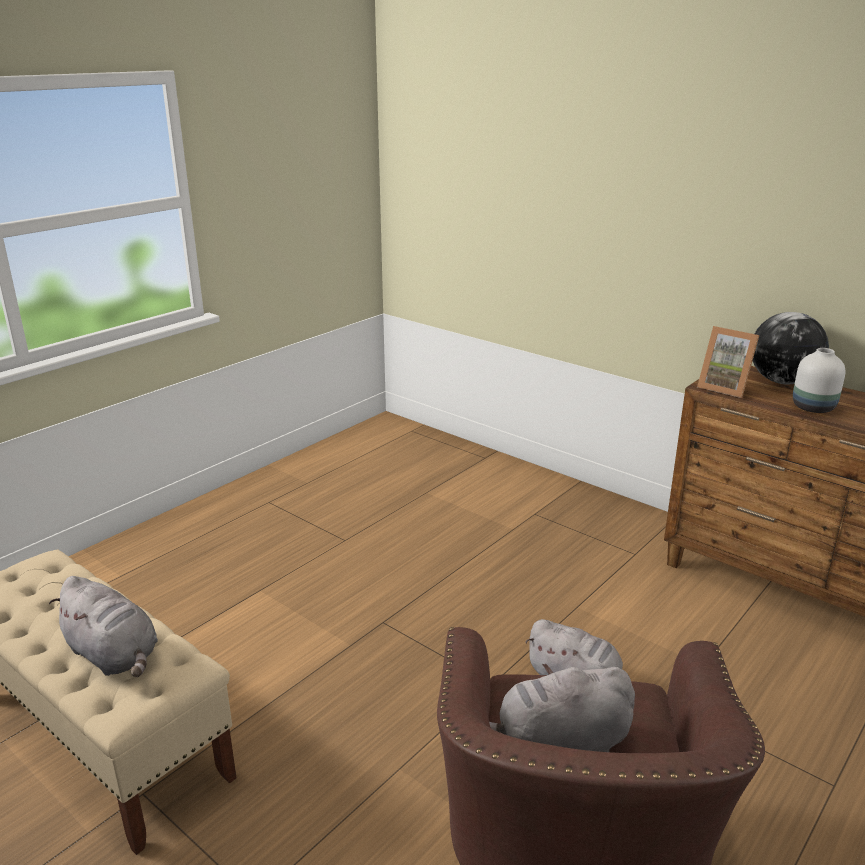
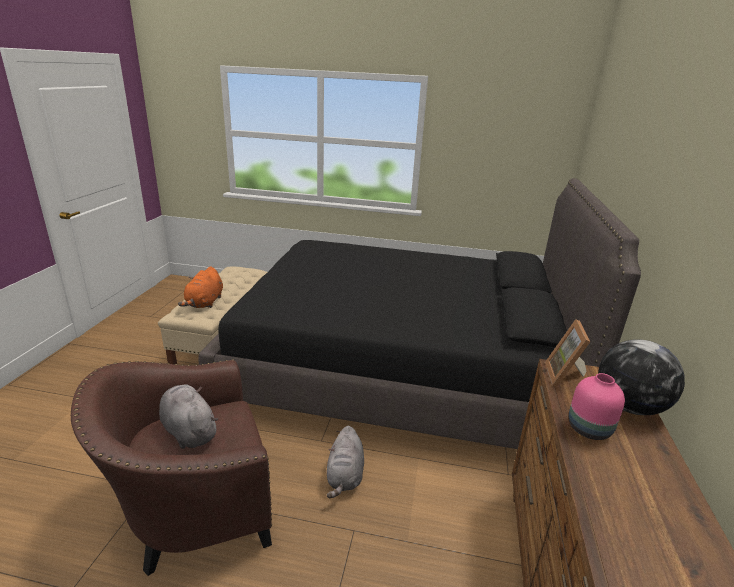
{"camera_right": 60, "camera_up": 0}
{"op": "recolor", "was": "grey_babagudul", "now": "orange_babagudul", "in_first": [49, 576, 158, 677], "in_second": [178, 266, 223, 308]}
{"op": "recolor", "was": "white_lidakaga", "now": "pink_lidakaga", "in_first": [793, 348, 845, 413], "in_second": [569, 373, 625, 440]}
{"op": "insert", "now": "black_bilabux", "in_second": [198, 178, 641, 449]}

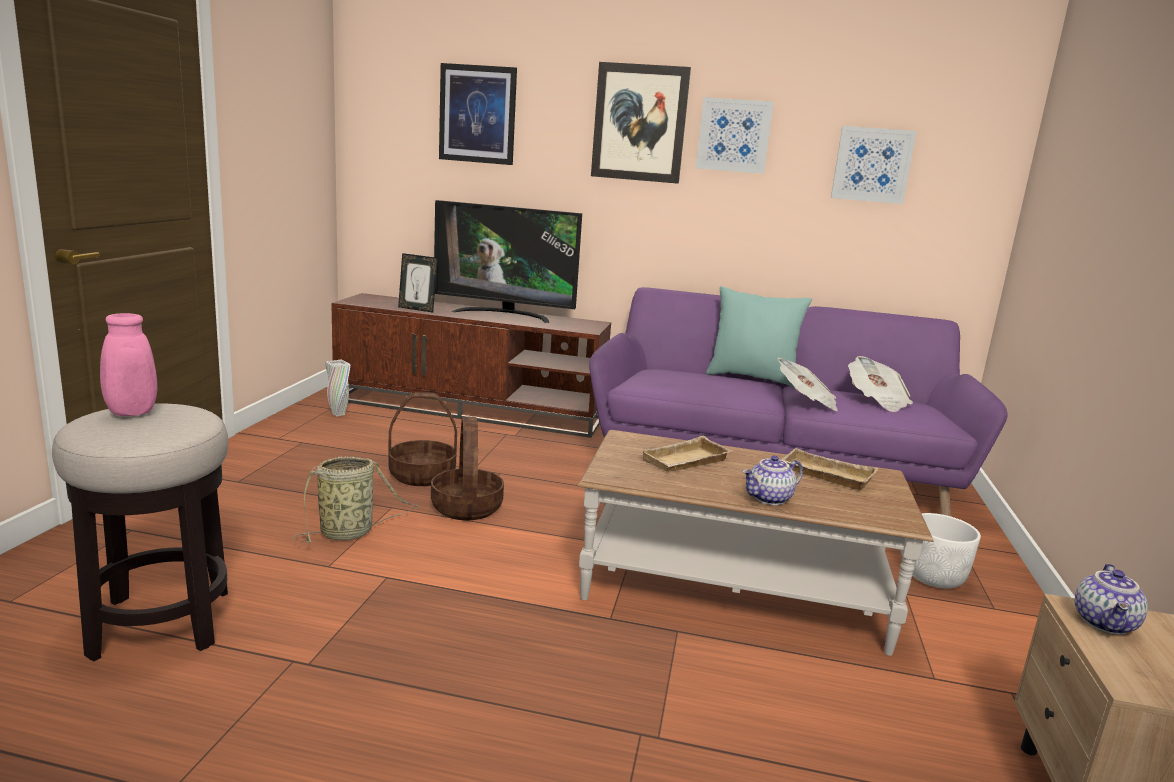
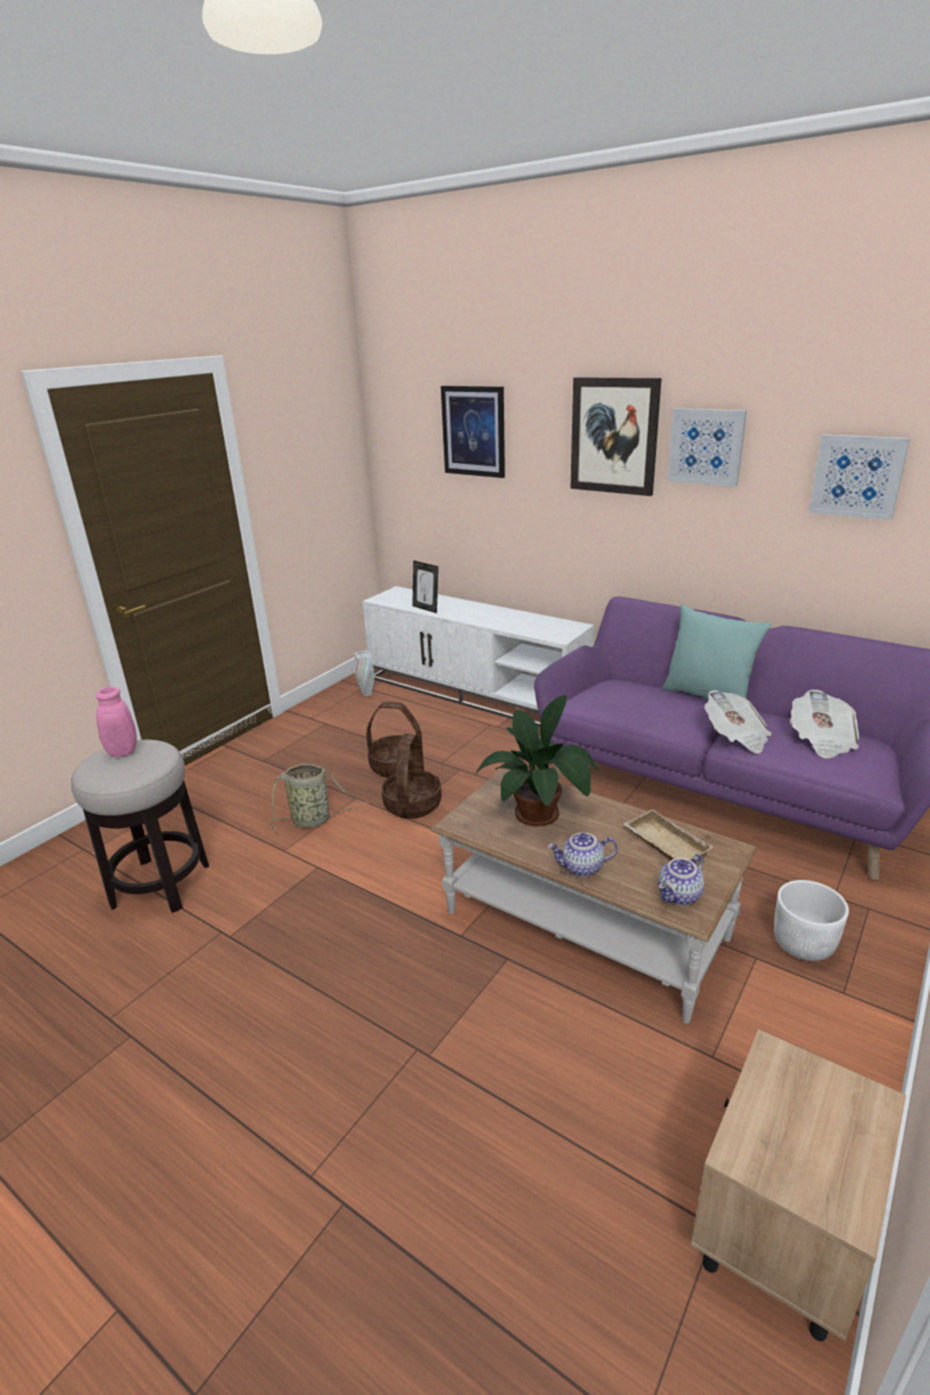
{"camera_right": 25, "camera_up": 10}
{"op": "recolor", "was": "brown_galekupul", "now": "white_galekupul", "in_first": [331, 293, 611, 438], "in_second": [362, 586, 594, 727]}
{"op": "delete", "was": "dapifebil", "in_first": [434, 200, 582, 323]}
{"op": "replace", "was": "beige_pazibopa", "now": "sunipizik", "in_first": [641, 436, 732, 472], "in_second": [476, 695, 599, 827]}
{"op": "move", "was": "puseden", "in_first": [1075, 564, 1148, 635], "in_second": [658, 854, 704, 905]}

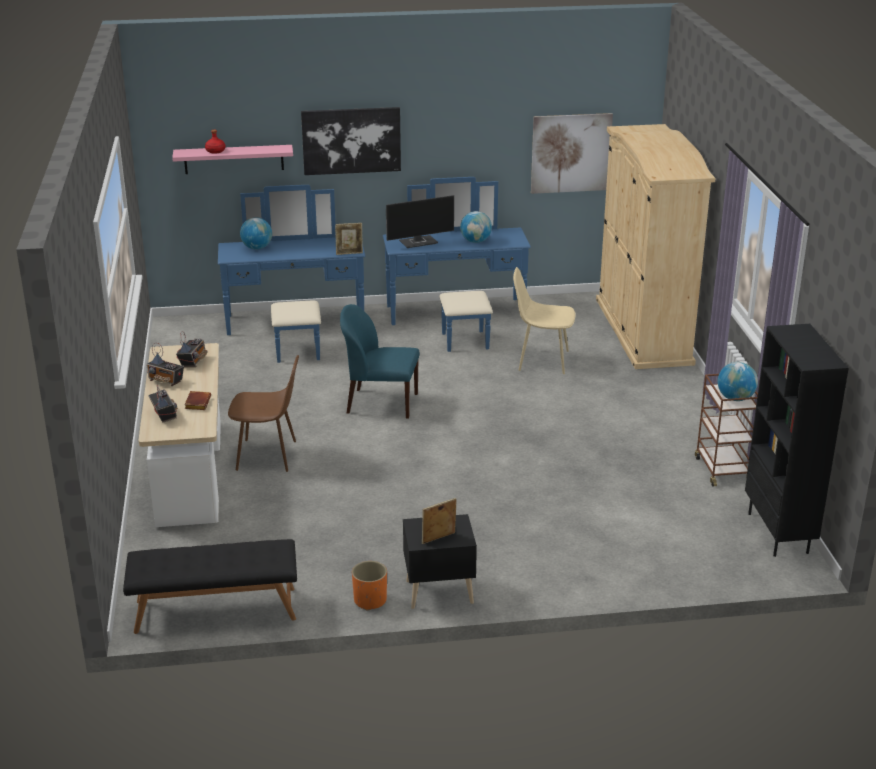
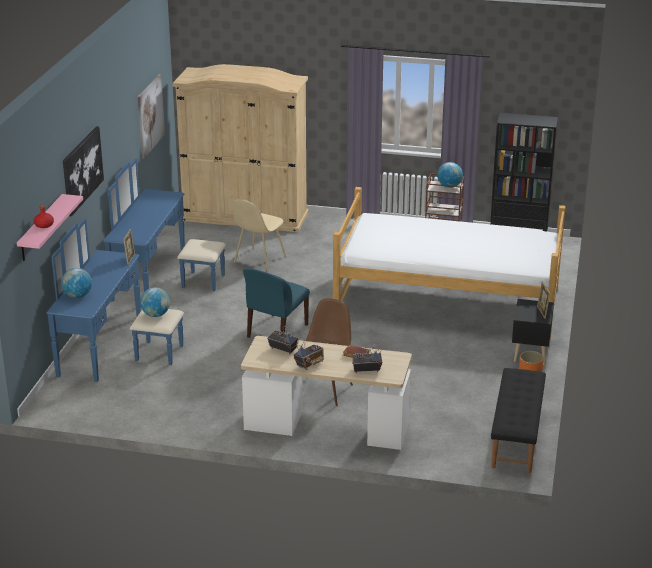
{"camera_right": -70, "camera_up": 0}
{"op": "delete", "was": "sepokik", "in_first": [386, 195, 454, 248]}
{"op": "move", "was": "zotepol", "in_first": [460, 211, 492, 243], "in_second": [140, 287, 170, 317]}
{"op": "insert", "now": "bilabux", "in_second": [333, 187, 566, 343]}

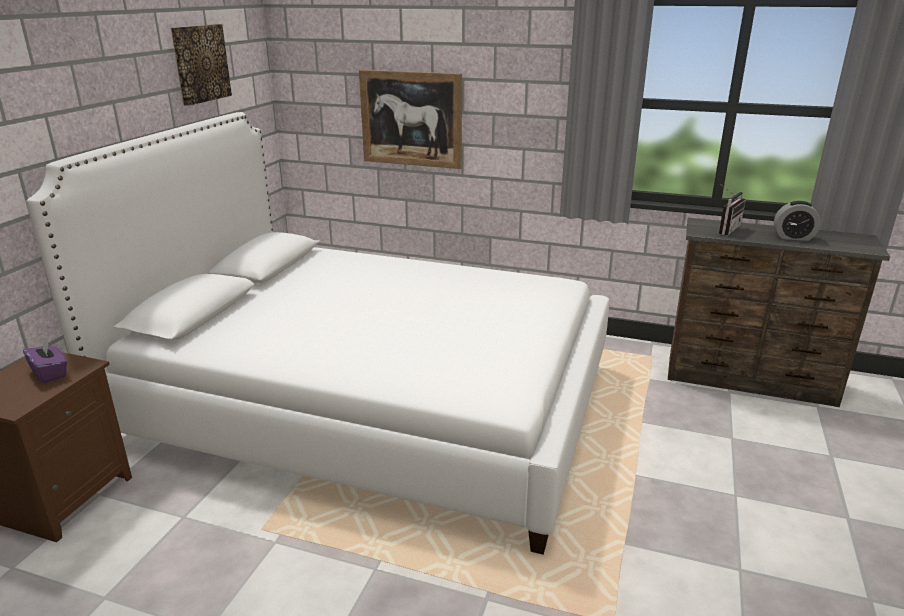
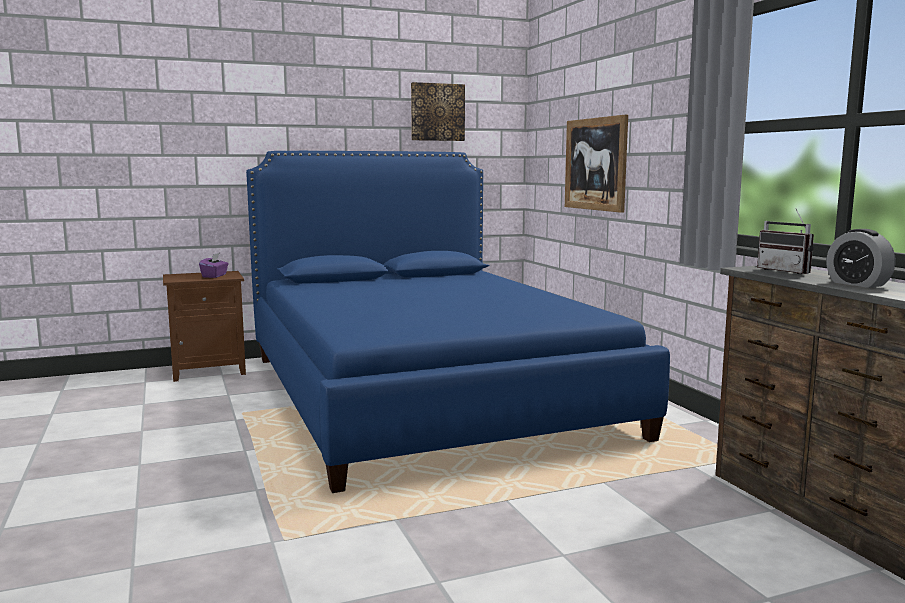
{"camera_right": 50, "camera_up": -15}
{"op": "recolor", "was": "white_bilabux", "now": "blue_bilabux", "in_first": [26, 112, 609, 555], "in_second": [246, 151, 670, 493]}
{"op": "rotate", "was": "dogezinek", "in_first": [719, 184, 746, 235], "in_second": [757, 208, 814, 274], "clockwise": 60}

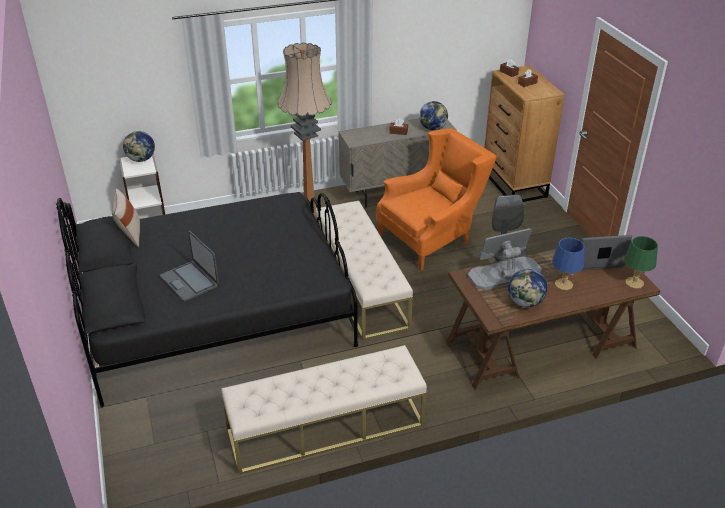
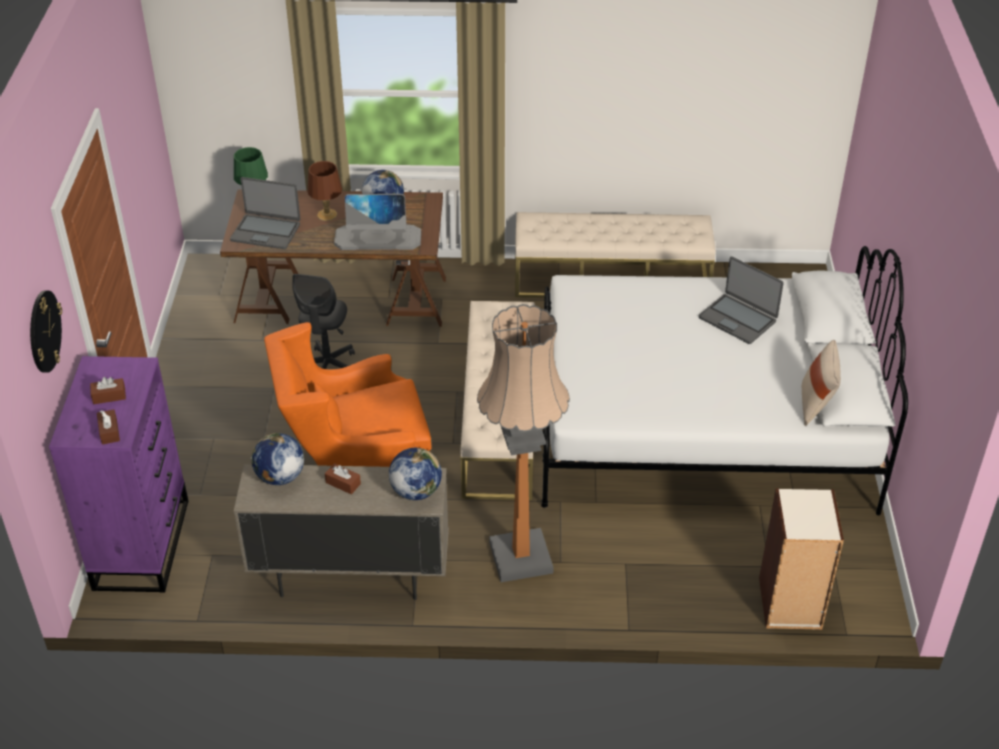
{"camera_right": -160, "camera_up": 5}
{"op": "recolor", "was": "black_bilabux", "now": "white_bilabux", "in_first": [56, 192, 358, 407], "in_second": [541, 246, 908, 516]}
{"op": "move", "was": "zotepol", "in_first": [123, 131, 155, 162], "in_second": [389, 448, 442, 500]}
{"op": "rotate", "was": "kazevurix", "in_first": [160, 230, 219, 302], "in_second": [699, 256, 784, 344], "clockwise": 150}
{"op": "recolor", "was": "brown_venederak", "now": "purple_venederak", "in_first": [484, 65, 565, 202], "in_second": [49, 356, 188, 592]}
{"op": "recolor", "was": "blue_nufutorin", "now": "brown_nufutorin", "in_first": [552, 238, 585, 290], "in_second": [307, 161, 342, 221]}
{"op": "insert", "now": "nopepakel", "in_second": [30, 290, 62, 373]}

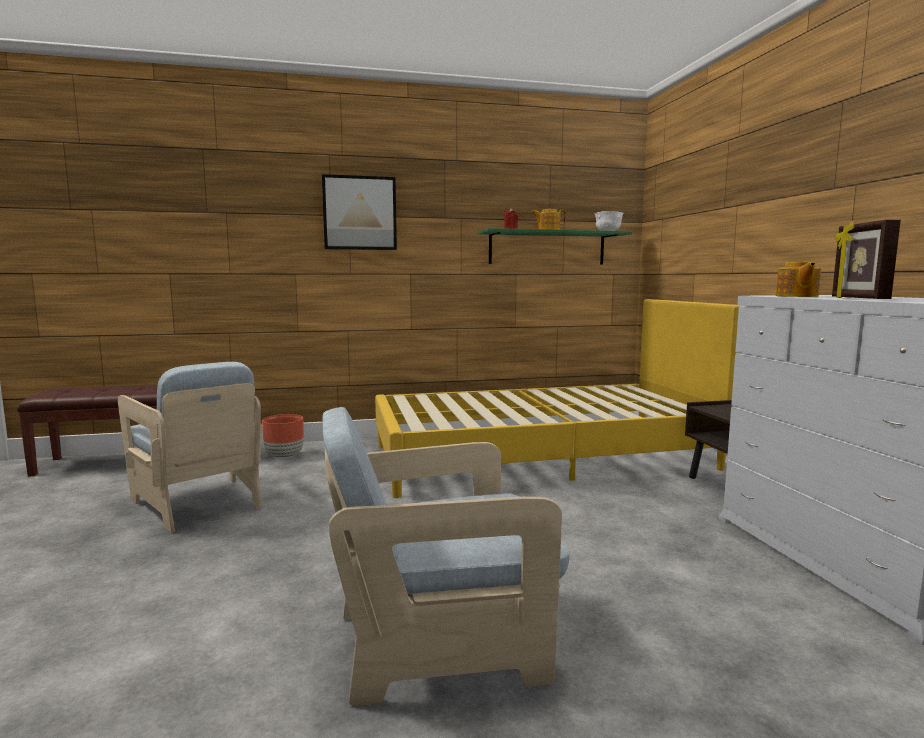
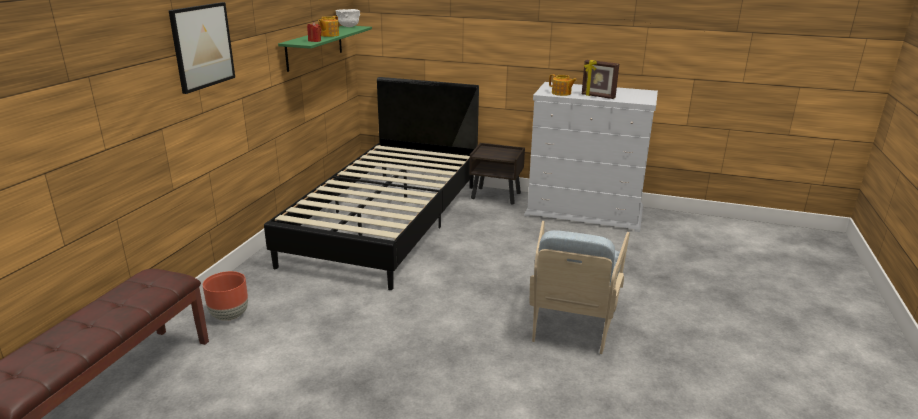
{"camera_right": -60, "camera_up": 15}
{"op": "delete", "was": "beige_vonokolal", "in_first": [118, 362, 262, 533]}
{"op": "recolor", "was": "yellow_bilabux", "now": "black_bilabux", "in_first": [375, 299, 742, 498], "in_second": [264, 77, 479, 290]}

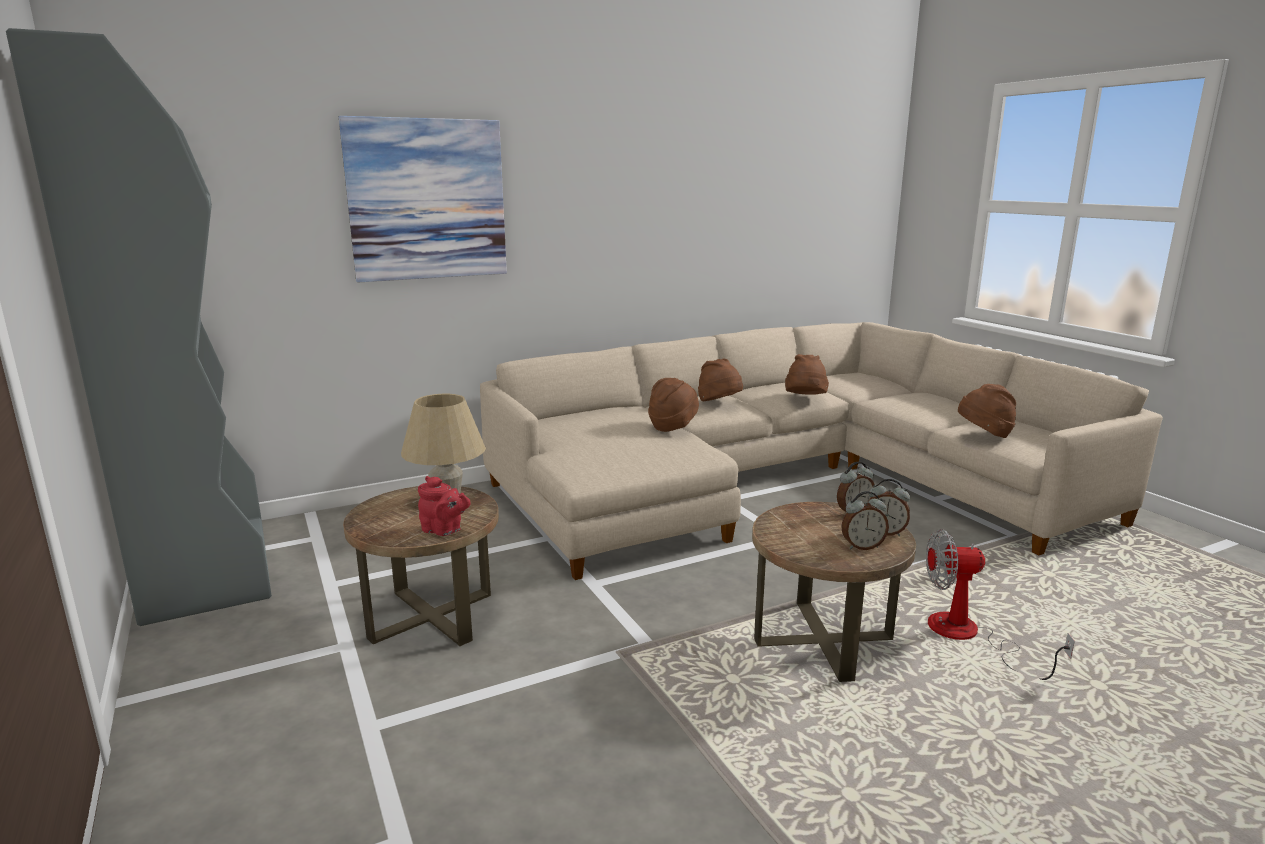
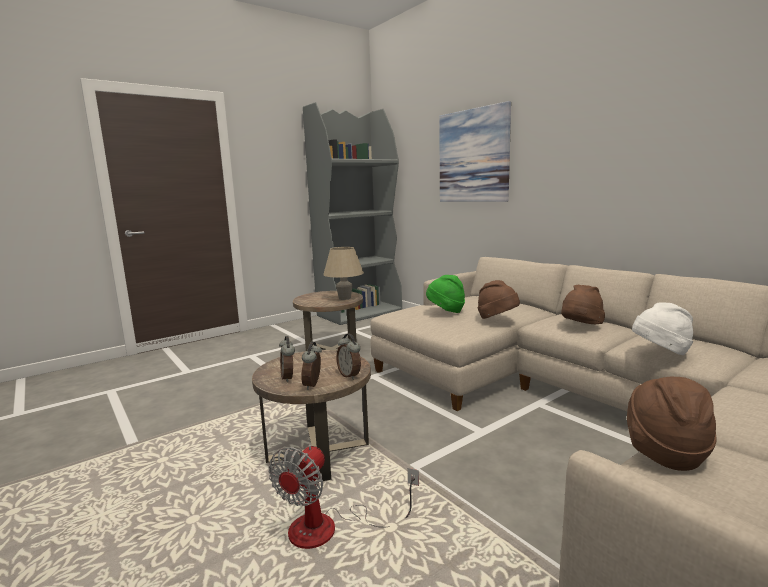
{"camera_right": 80, "camera_up": -5}
{"op": "delete", "was": "red_puseden", "in_first": [418, 476, 471, 536]}
{"op": "recolor", "was": "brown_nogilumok", "now": "white_nogilumok", "in_first": [785, 354, 829, 395], "in_second": [632, 302, 693, 355]}
{"op": "rotate", "was": "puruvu", "in_first": [926, 529, 1075, 680], "in_second": [268, 444, 419, 549], "clockwise": -150}
{"op": "insert", "now": "green_nogilumok", "in_second": [426, 275, 465, 313]}

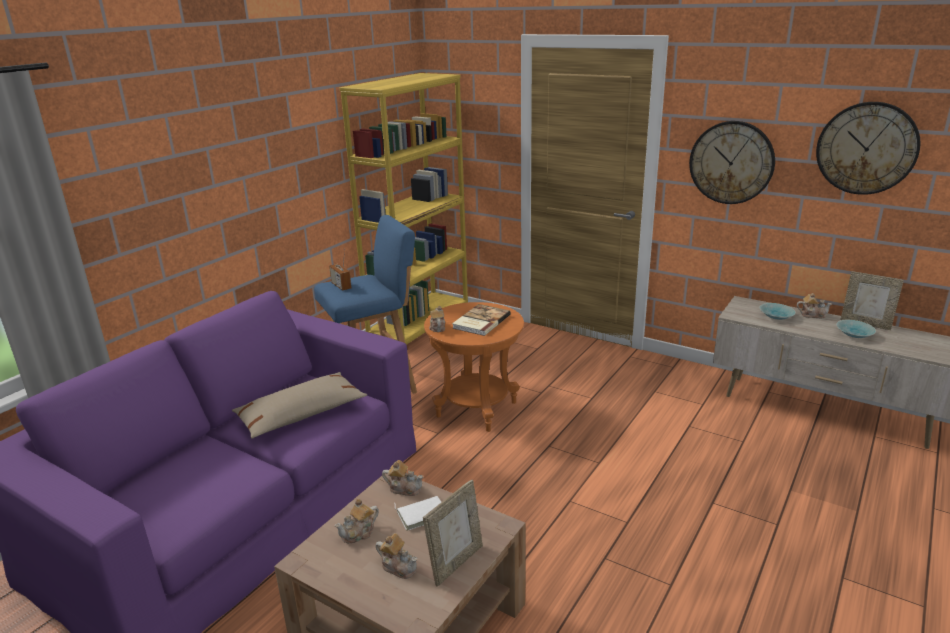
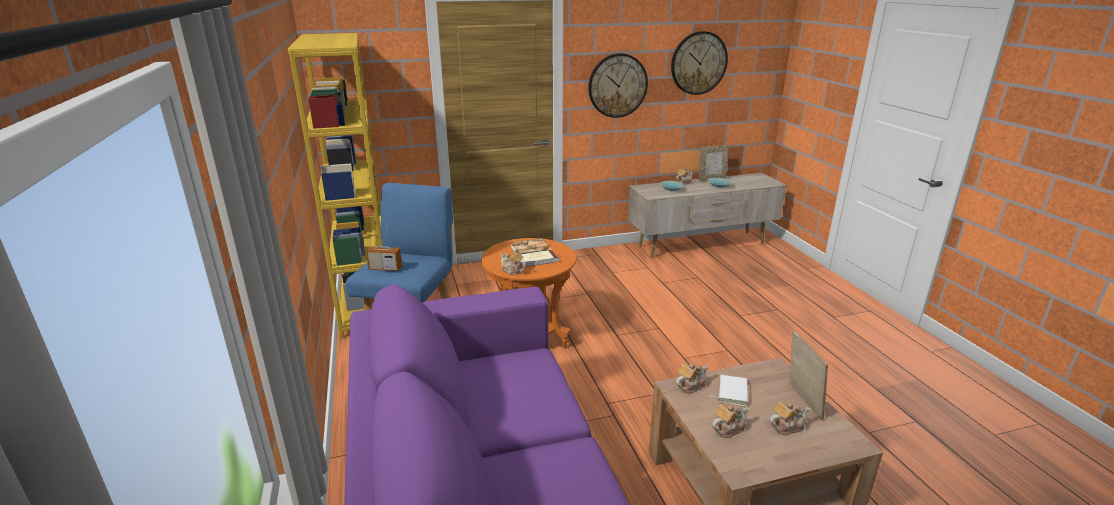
{"camera_right": -50, "camera_up": 0}
{"op": "delete", "was": "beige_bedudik", "in_first": [232, 372, 367, 439]}
{"op": "rotate", "was": "puseden", "in_first": [335, 499, 379, 543], "in_second": [712, 404, 749, 438], "clockwise": -120}

